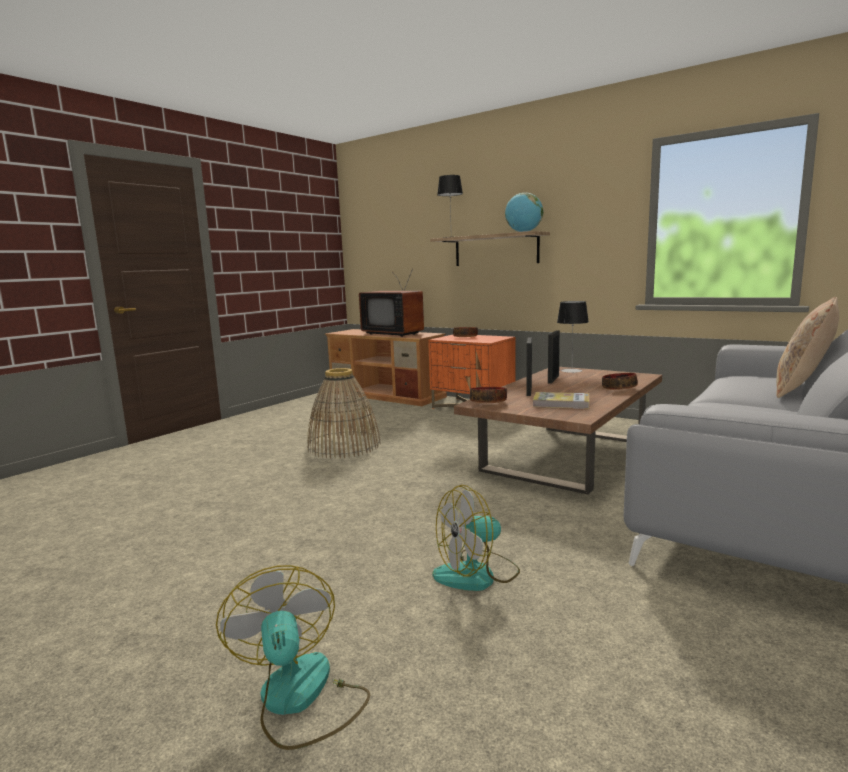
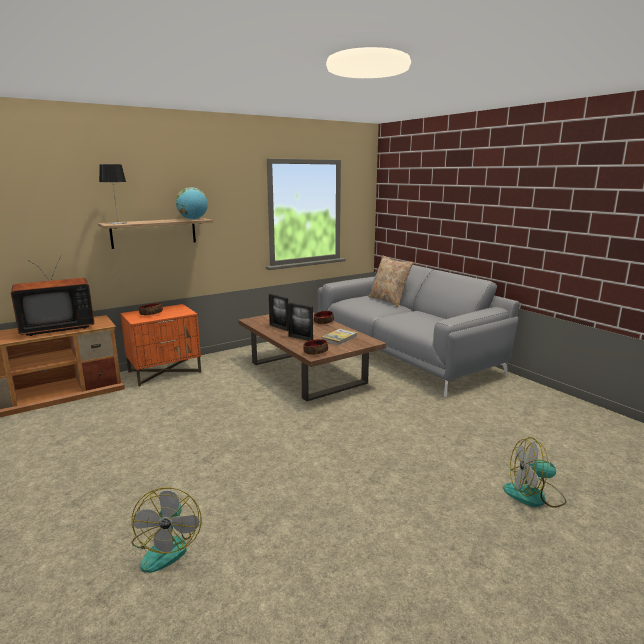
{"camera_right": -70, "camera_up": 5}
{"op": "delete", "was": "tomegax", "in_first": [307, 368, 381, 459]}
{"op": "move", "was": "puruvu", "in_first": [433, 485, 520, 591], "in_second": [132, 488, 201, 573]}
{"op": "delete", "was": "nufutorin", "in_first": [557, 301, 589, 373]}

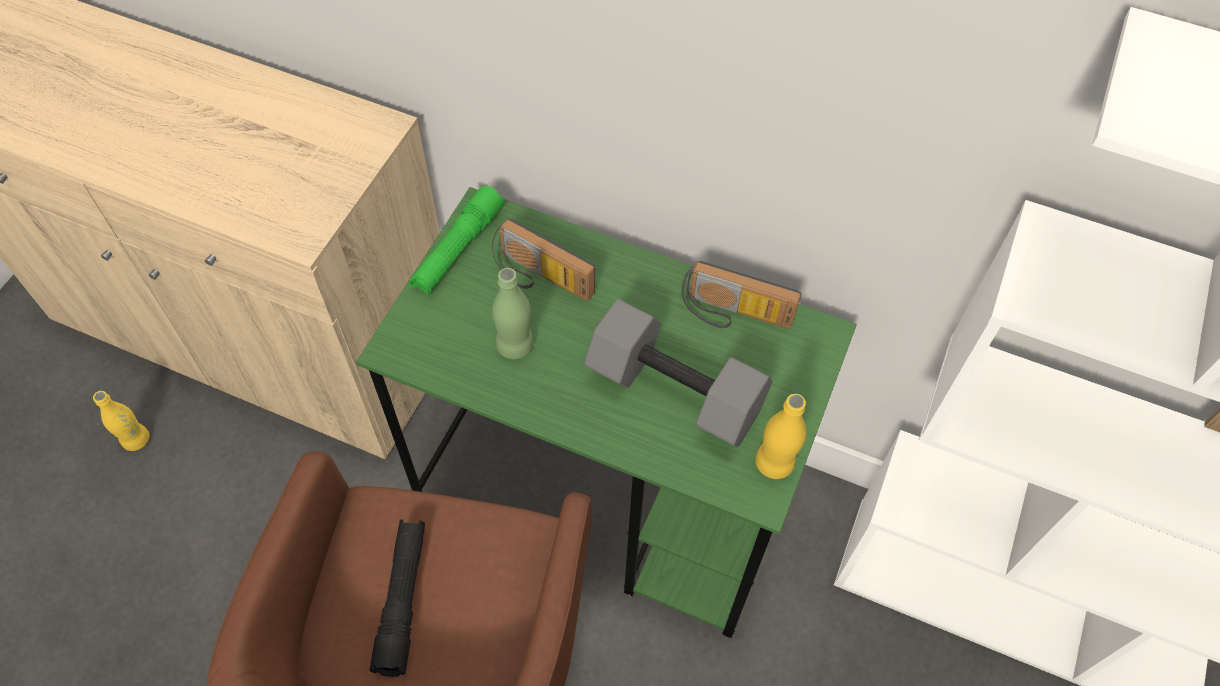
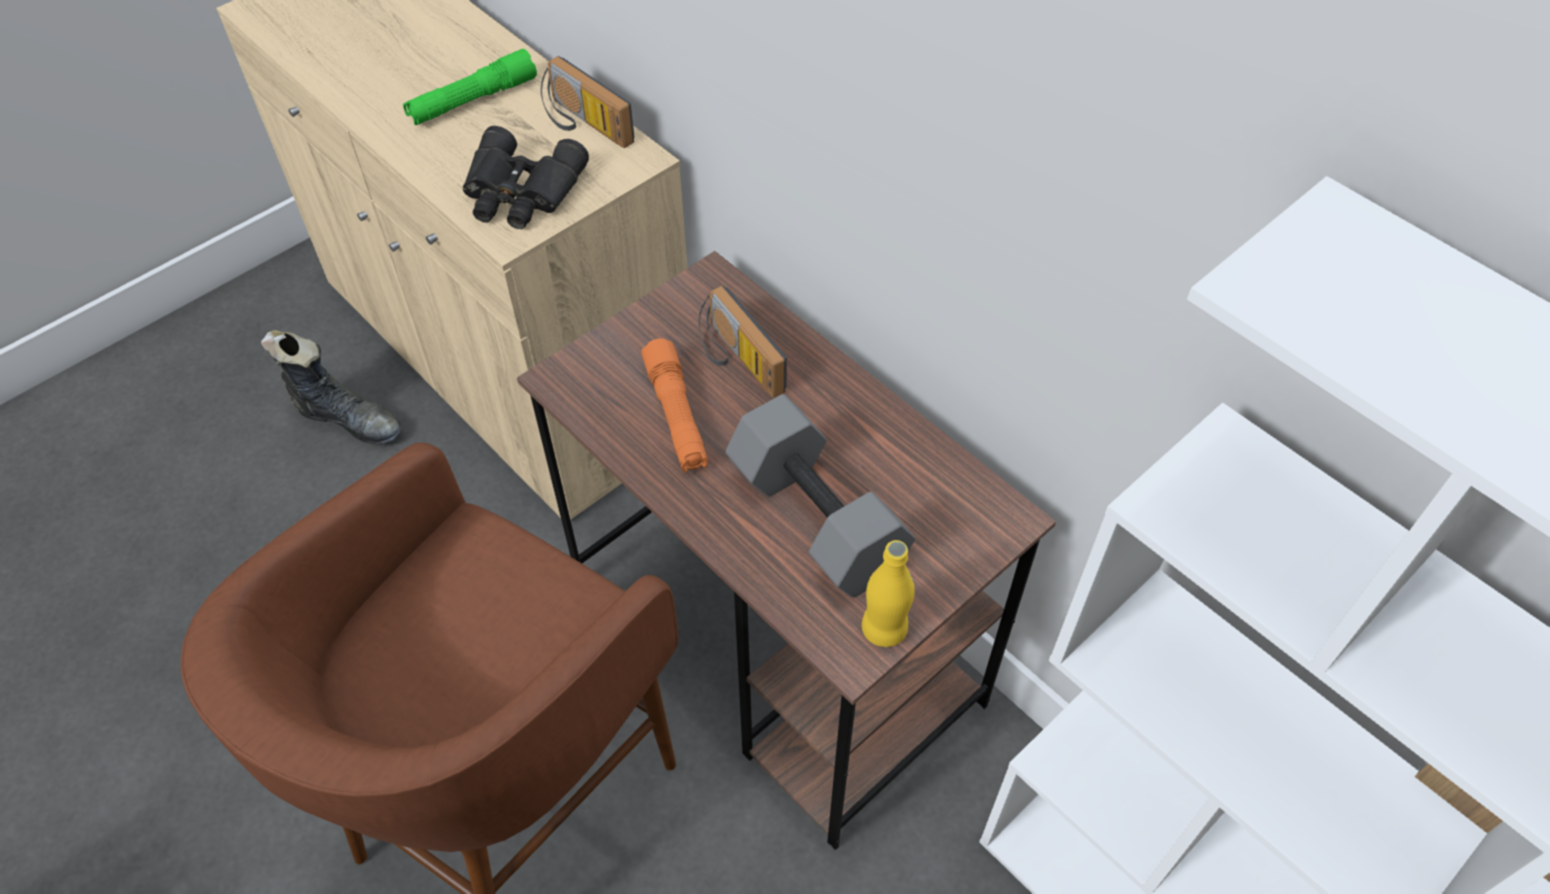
{"camera_right": 25, "camera_up": -5}
{"op": "replace", "was": "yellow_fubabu", "now": "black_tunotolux", "in_first": [93, 391, 149, 451], "in_second": [261, 330, 402, 444]}
{"op": "recolor", "was": "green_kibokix", "now": "brown_kibokix", "in_first": [356, 187, 857, 638], "in_second": [517, 251, 1056, 850]}
{"op": "delete", "was": "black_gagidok", "in_first": [369, 519, 425, 677]}
{"op": "move", "was": "green_gagidok", "in_first": [409, 186, 504, 295], "in_second": [403, 49, 537, 125]}
{"op": "replace", "was": "green_fubabu", "now": "orange_gagidok", "in_first": [492, 268, 533, 359], "in_second": [642, 338, 708, 472]}
{"op": "move", "was": "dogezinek", "in_first": [681, 261, 802, 329], "in_second": [541, 56, 635, 148]}
{"op": "insert", "now": "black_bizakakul", "in_second": [463, 126, 589, 229]}

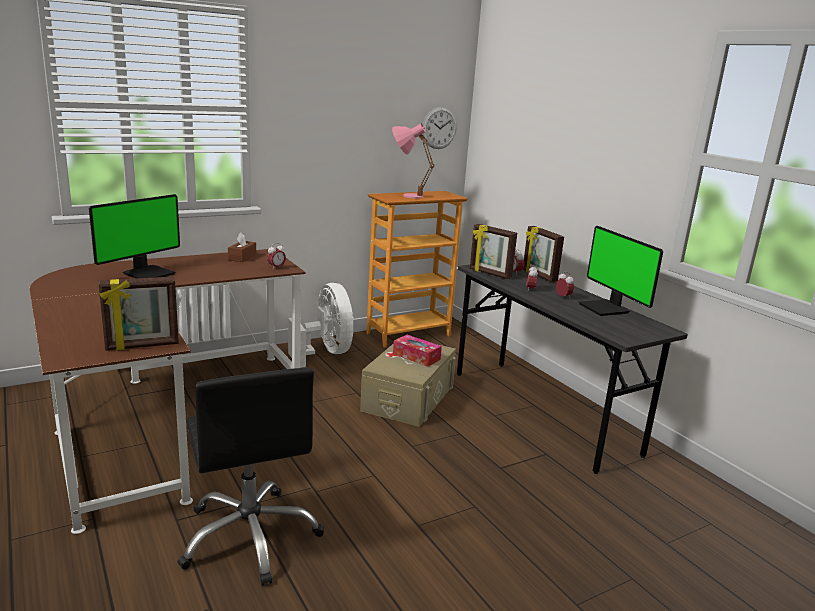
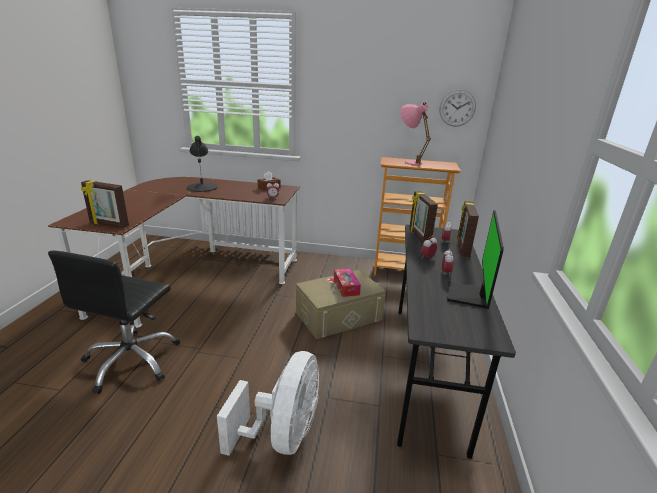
{"camera_right": 40, "camera_up": 5}
{"op": "replace", "was": "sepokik", "now": "black_nufutorin", "in_first": [89, 194, 180, 279], "in_second": [187, 136, 217, 192]}
{"op": "move", "was": "white_puruvu", "in_first": [288, 283, 354, 368], "in_second": [217, 351, 319, 456]}

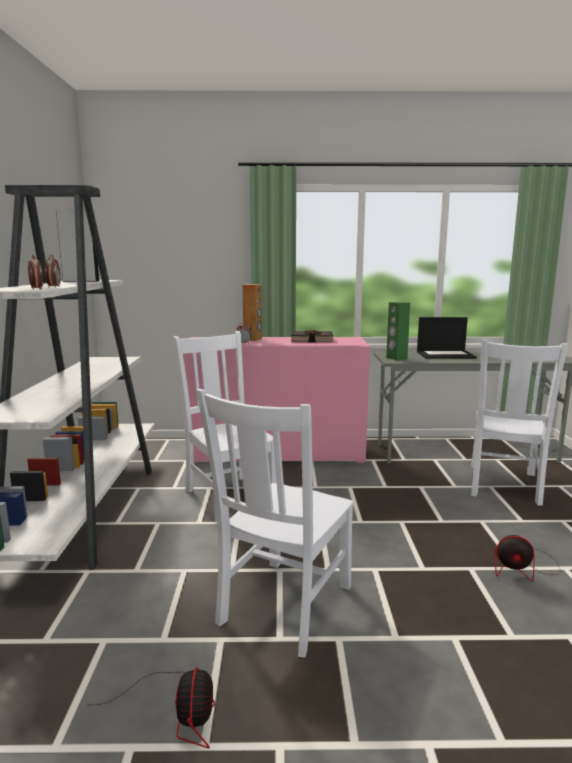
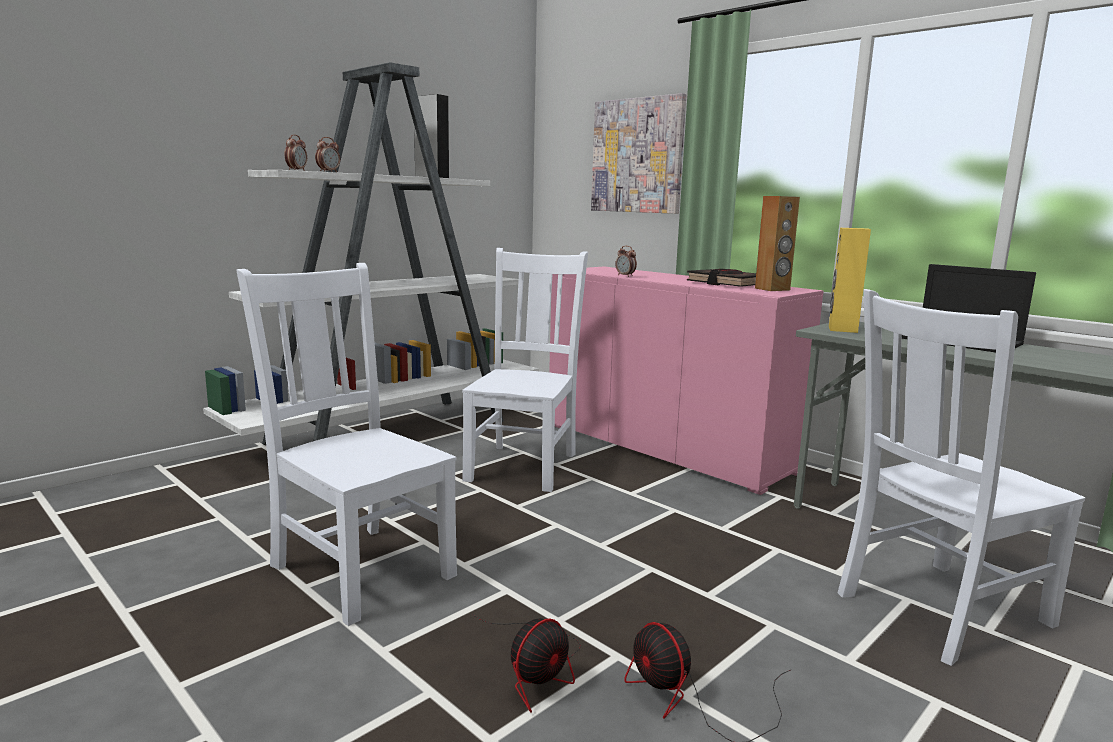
{"camera_right": 45, "camera_up": 0}
{"op": "move", "was": "puruvu", "in_first": [92, 668, 215, 749], "in_second": [472, 614, 581, 713]}
{"op": "rotate", "was": "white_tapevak", "in_first": [196, 389, 354, 658], "in_second": [236, 263, 457, 626], "clockwise": 60}
{"op": "move", "was": "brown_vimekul", "in_first": [243, 284, 262, 341], "in_second": [755, 196, 800, 291]}
{"op": "recolor", "was": "green_vimekul", "now": "yellow_vimekul", "in_first": [386, 302, 410, 360], "in_second": [829, 228, 871, 333]}
{"op": "insert", "now": "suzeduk", "in_second": [591, 93, 686, 214]}

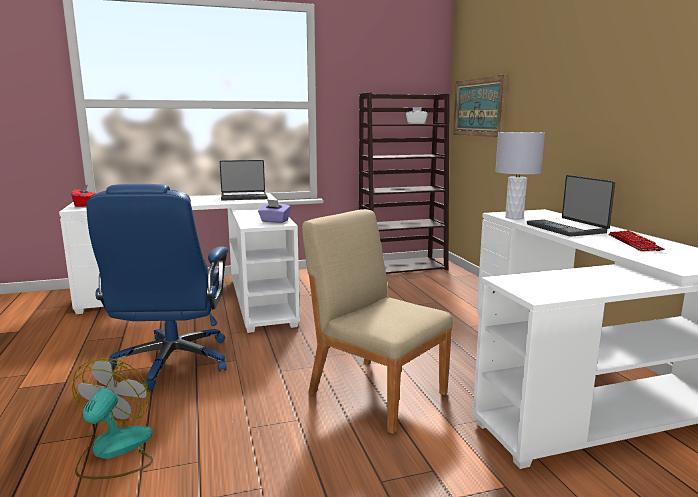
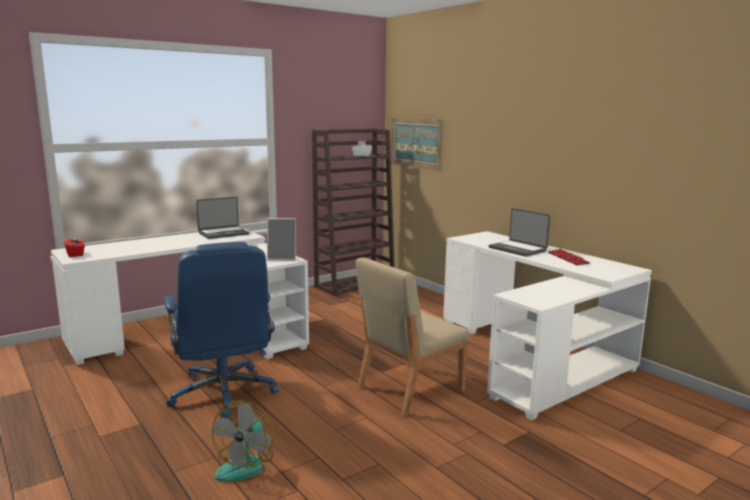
{"camera_right": -20, "camera_up": 0}
{"op": "rotate", "was": "puruvu", "in_first": [72, 358, 153, 479], "in_second": [212, 400, 273, 482], "clockwise": -150}
{"op": "replace", "was": "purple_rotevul", "now": "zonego", "in_first": [258, 199, 291, 223], "in_second": [267, 218, 296, 261]}
{"op": "rotate", "was": "beige_tapevak", "in_first": [302, 209, 453, 434], "in_second": [355, 257, 469, 416], "clockwise": -60}
{"op": "delete", "was": "grey_nufutorin", "in_first": [495, 132, 545, 219]}

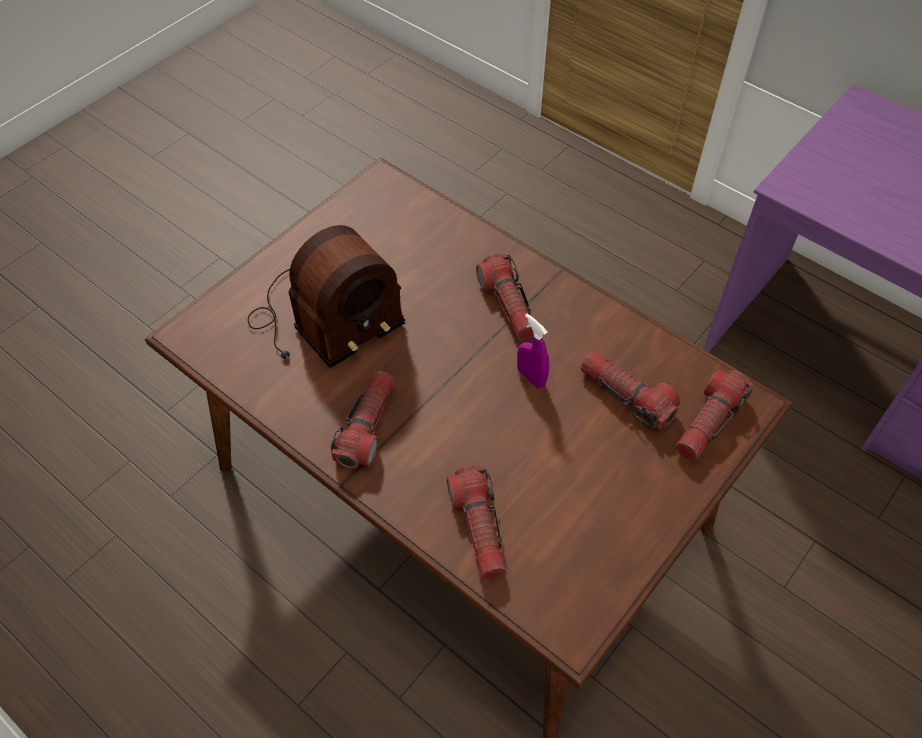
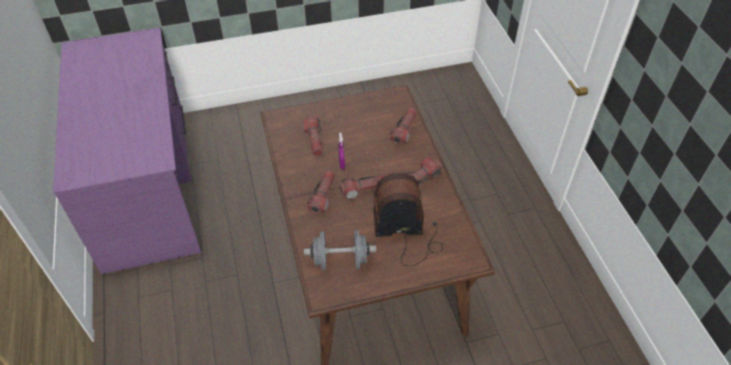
{"camera_right": -145, "camera_up": -5}
{"op": "move", "was": "gagidok", "in_first": [675, 369, 753, 461], "in_second": [340, 174, 387, 199]}
{"op": "insert", "now": "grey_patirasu", "in_second": [304, 230, 376, 271]}

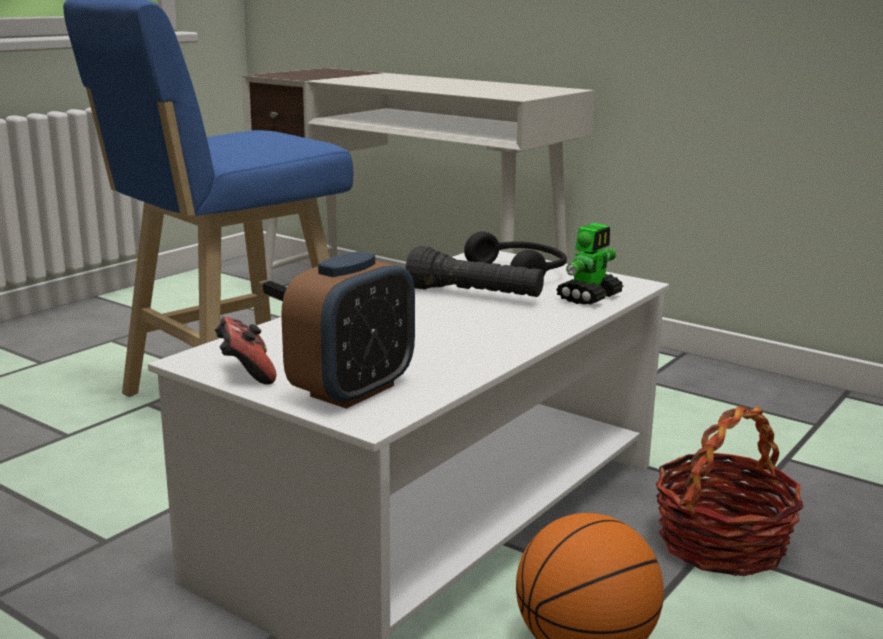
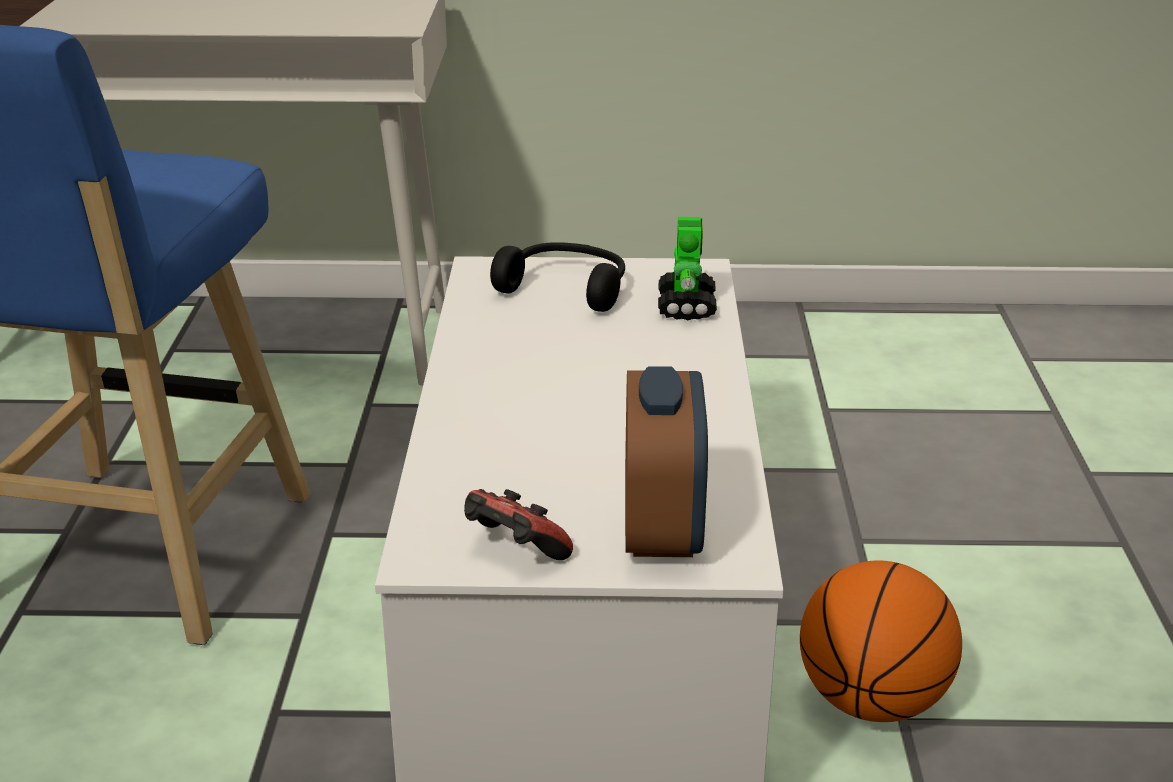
{"camera_right": -35, "camera_up": 10}
{"op": "delete", "was": "black_gagidok", "in_first": [406, 246, 544, 297]}
{"op": "delete", "was": "tomegax", "in_first": [655, 406, 804, 576]}

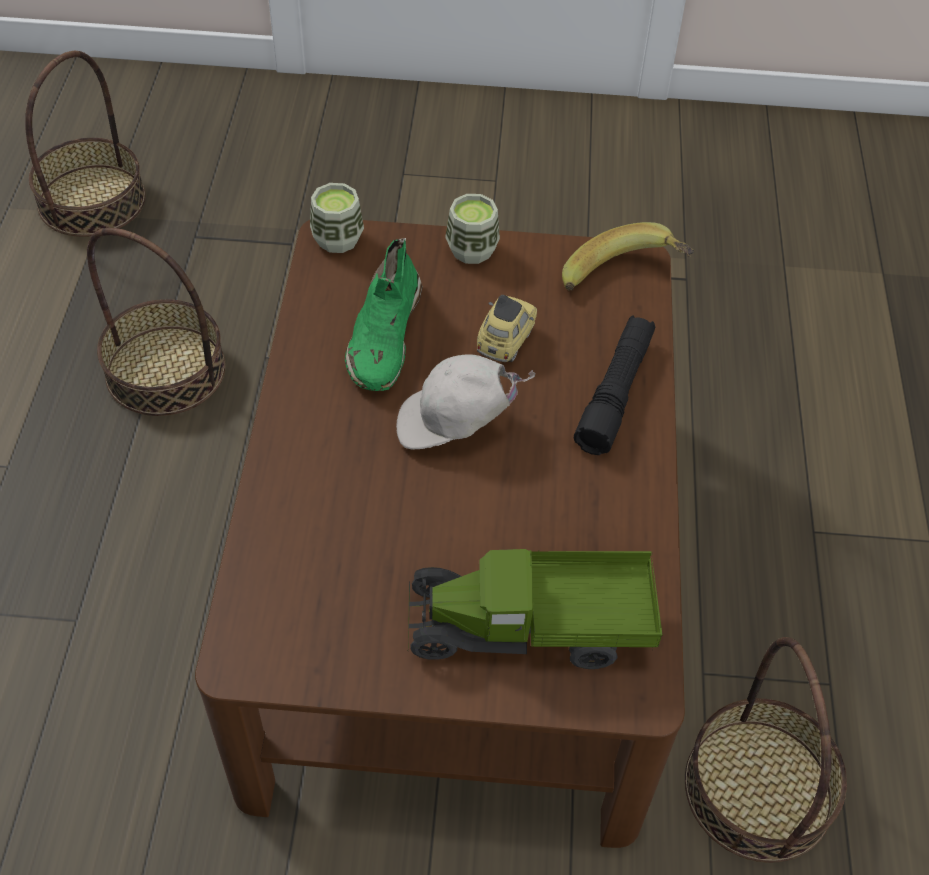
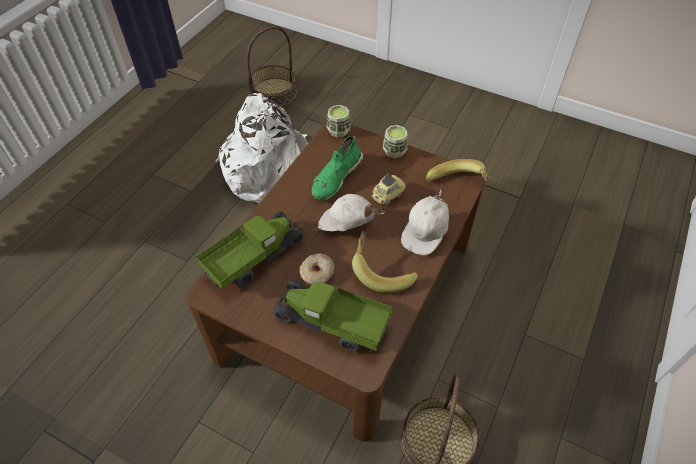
{"camera_right": 25, "camera_up": 0}
{"op": "replace", "was": "tomegax", "now": "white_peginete", "in_first": [87, 228, 225, 416], "in_second": [216, 93, 308, 203]}
{"op": "replace", "was": "black_gagidok", "now": "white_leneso", "in_first": [574, 316, 655, 455], "in_second": [401, 190, 449, 255]}
{"op": "insert", "now": "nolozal", "in_second": [195, 211, 306, 289]}
{"op": "insert", "now": "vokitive", "in_second": [300, 253, 335, 285]}
{"op": "insert", "now": "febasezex", "in_second": [352, 231, 418, 293]}

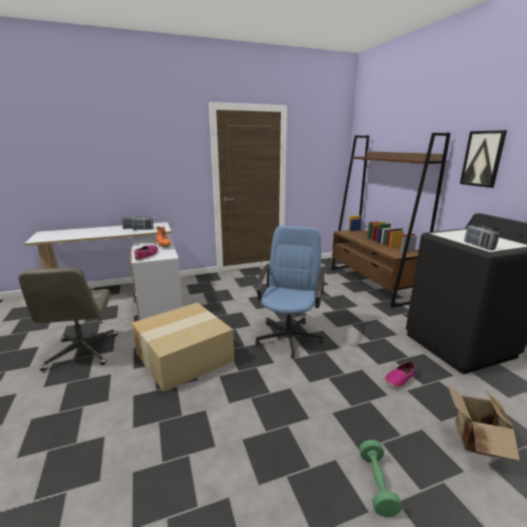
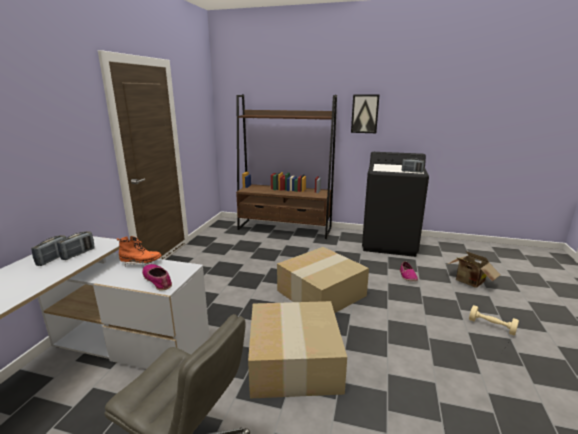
{"camera_right": -55, "camera_up": 0}
{"op": "replace", "was": "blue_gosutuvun", "now": "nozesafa", "in_first": [255, 226, 326, 359], "in_second": [277, 247, 369, 313]}
{"op": "recolor", "was": "green_patirasu", "now": "beige_patirasu", "in_first": [359, 440, 402, 517], "in_second": [469, 305, 519, 336]}

